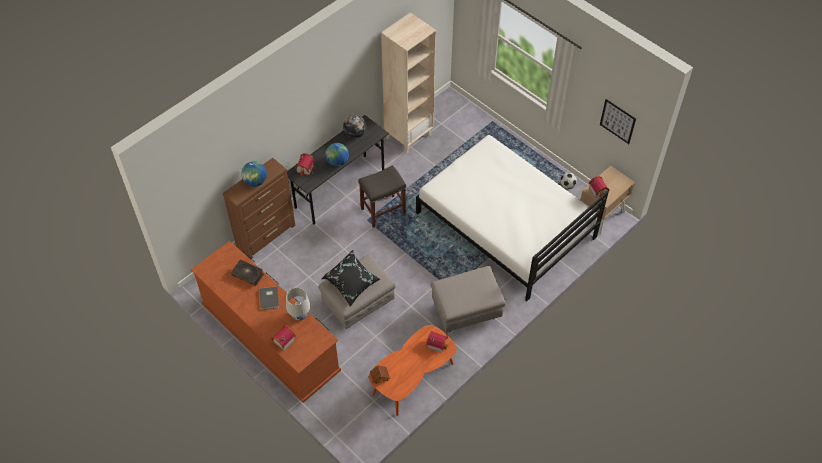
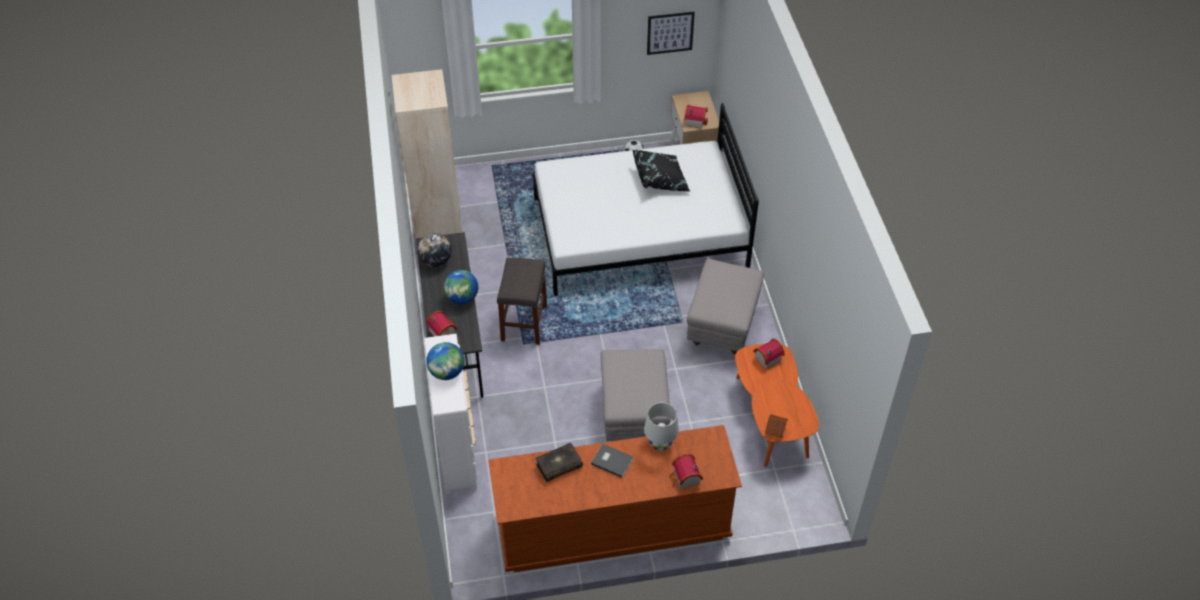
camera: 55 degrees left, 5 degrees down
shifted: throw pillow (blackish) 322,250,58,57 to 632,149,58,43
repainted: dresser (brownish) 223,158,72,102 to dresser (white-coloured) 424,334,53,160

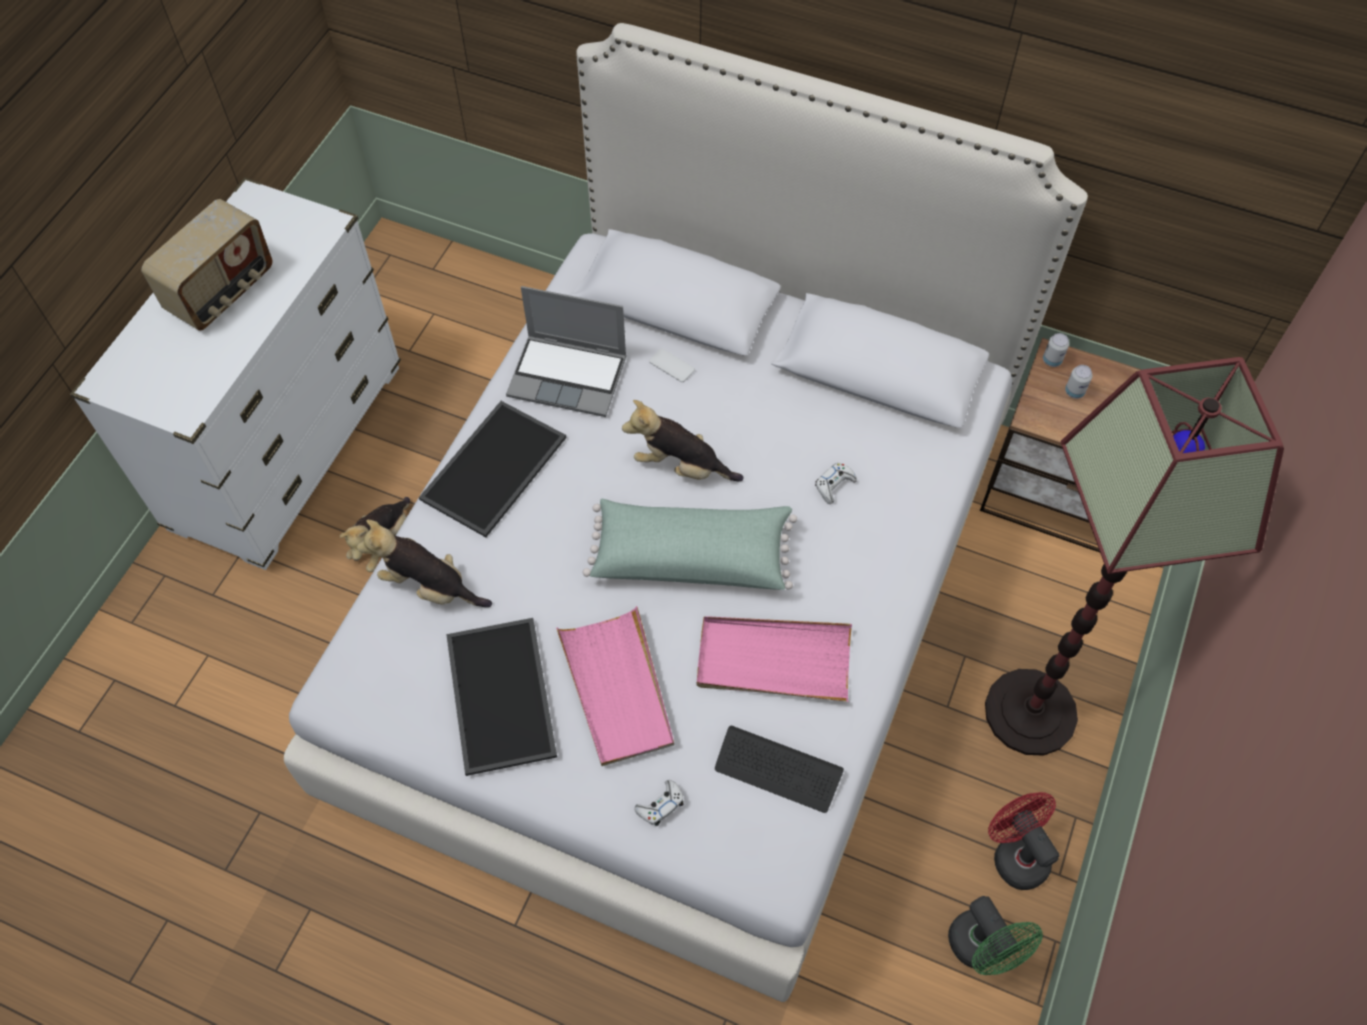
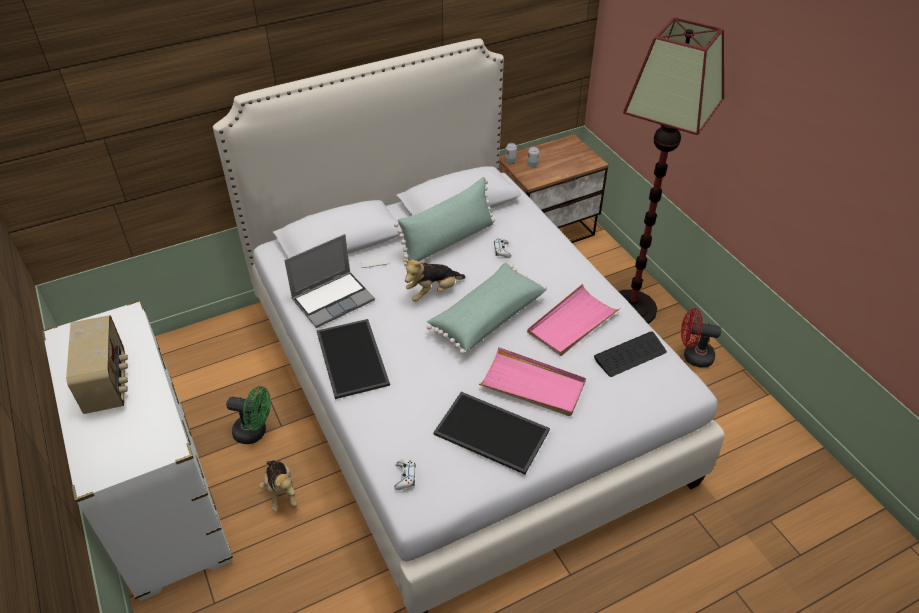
camera: 50 degrees left, 15 degrees down
gone: plush toy 357,520,135,87
new: throw pillow (greenish) 394,177,101,89
shifted: joypad (white-coloured) 634,780,50,46 to 394,459,22,31; fan (greenish) 948,896,95,79 to 226,386,45,58

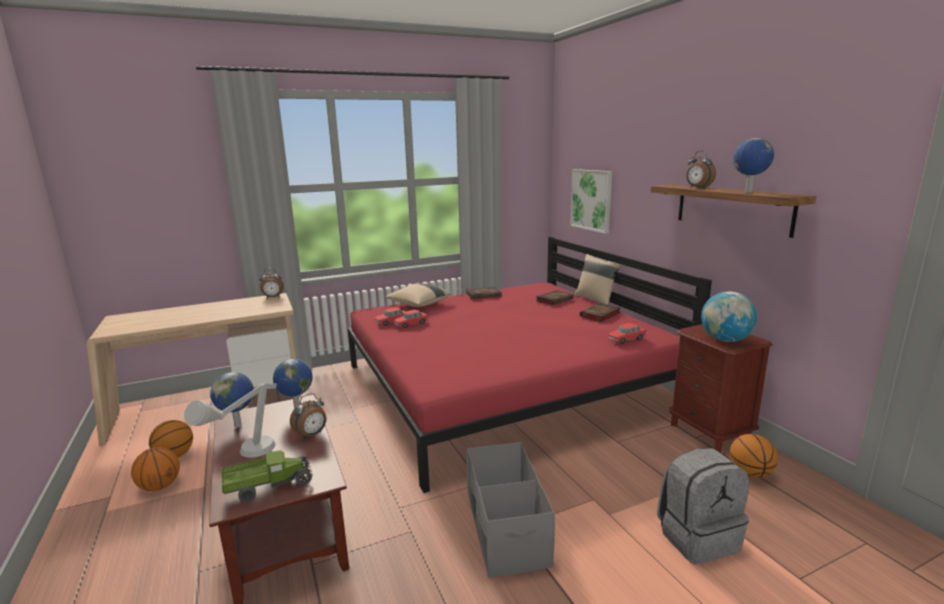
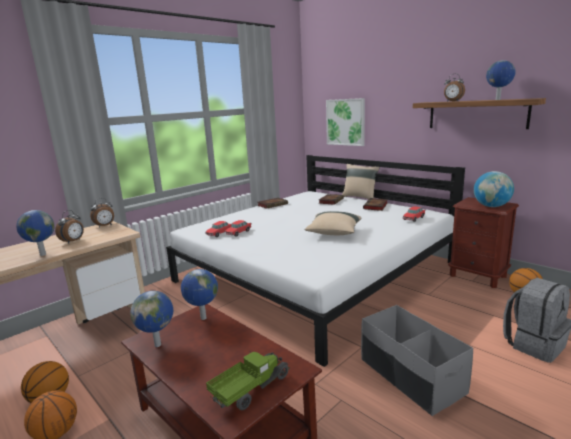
camera: 20 degrees left, 0 degrees up
gone: table lamp (greyish) 184,383,93,75
new: world globe 16,210,39,46
shifted: bedside clock 290,393,36,46 to 55,210,29,34; throw pillow (sand-coloured) 385,283,66,24 to 305,211,56,24
repainted: bedroom bed (red-coloured) 348,237,364,256 to bedroom bed (white-coloured) 166,155,299,212

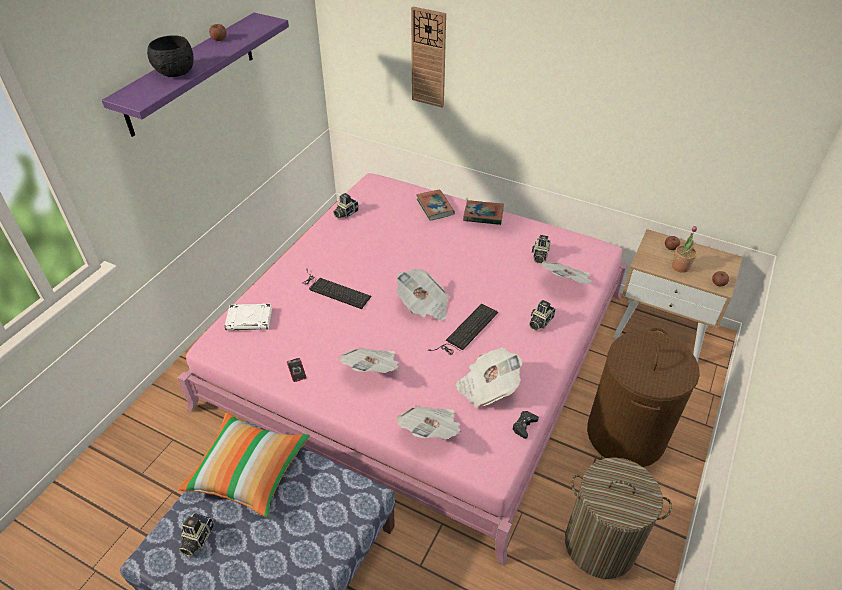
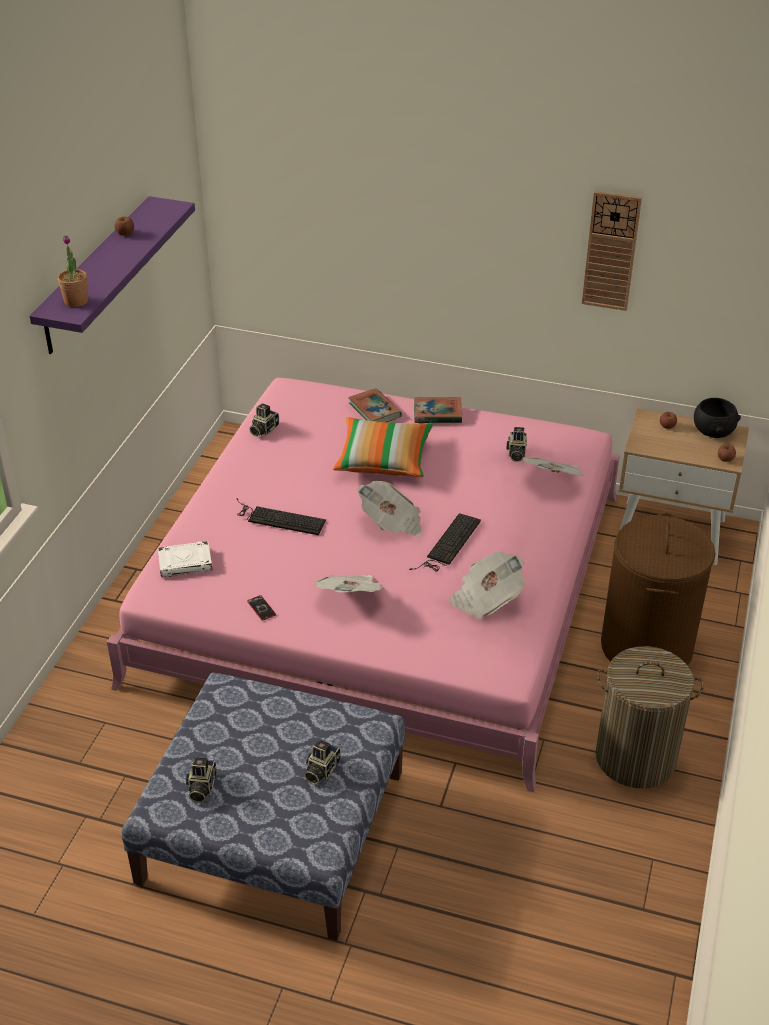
camera: 10 degrees left, 5 degrees down
gone: daily paper 397,405,64,34; joypad (blackish) 512,411,27,28
shifted: bowl (blackish) 147,35,47,42 to 694,398,47,40; throw pillow 178,413,132,104 to 333,417,100,60; hanging clock 411,6,35,102 to 582,191,60,120; photo camera 529,300,27,31 to 304,739,37,45; houseplant 672,226,25,47 to 58,235,30,72

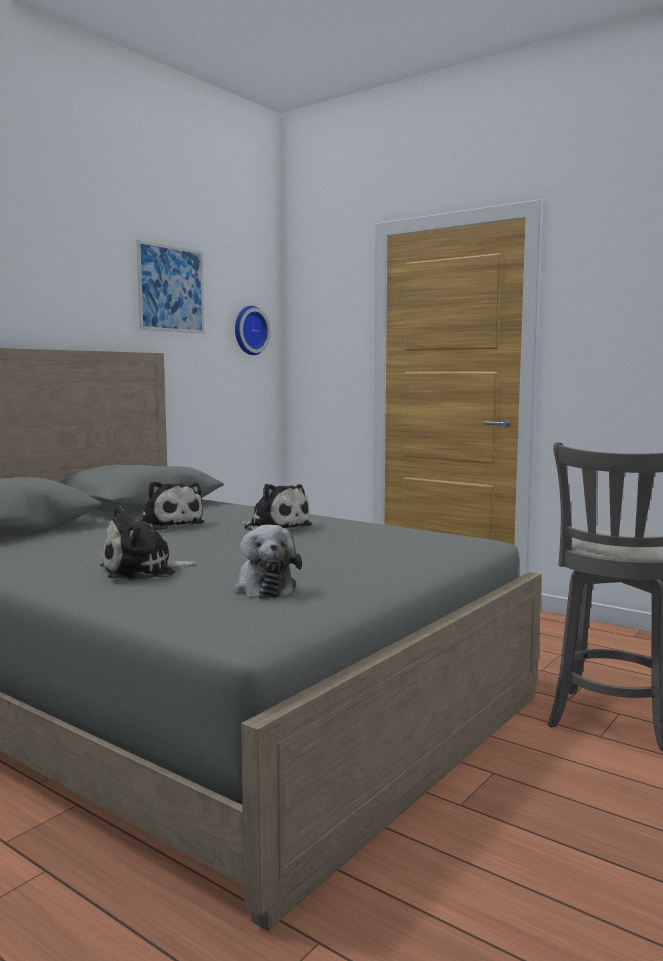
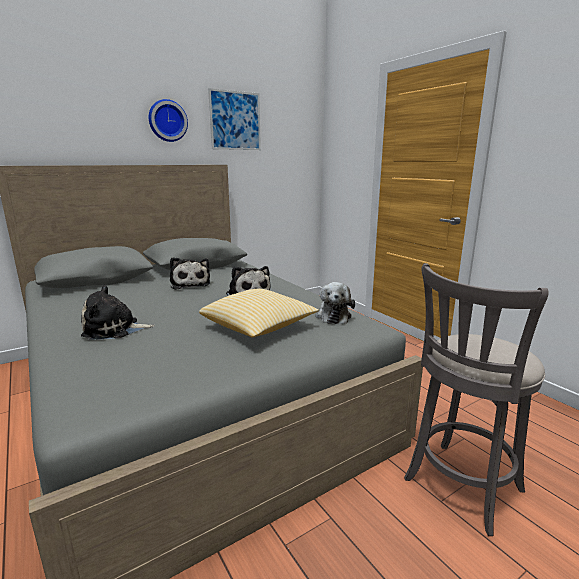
camera: 20 degrees right, 10 degrees up
new: throw pillow 199,289,120,48
shifted: plush toy 234,525,68,74 to 315,282,40,42; hanging clock 235,306,36,49 to 149,99,39,43

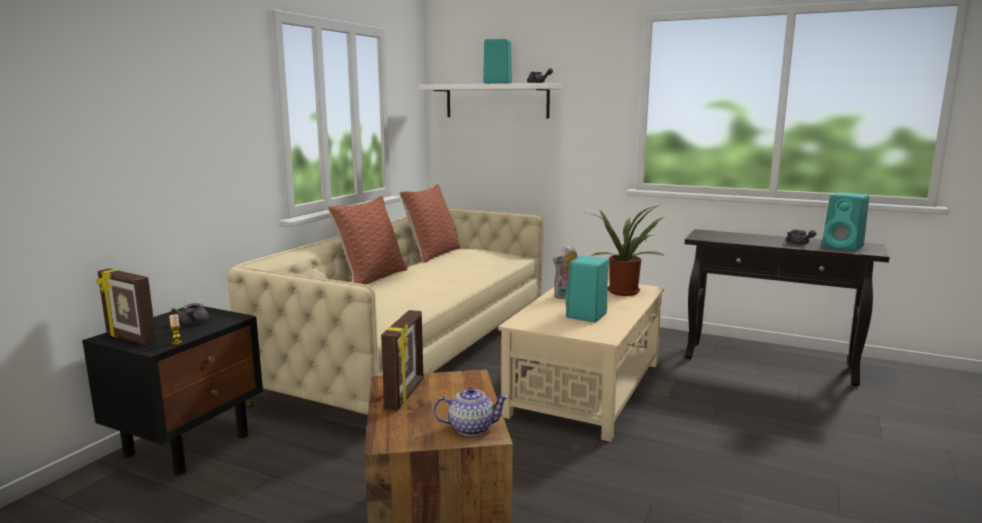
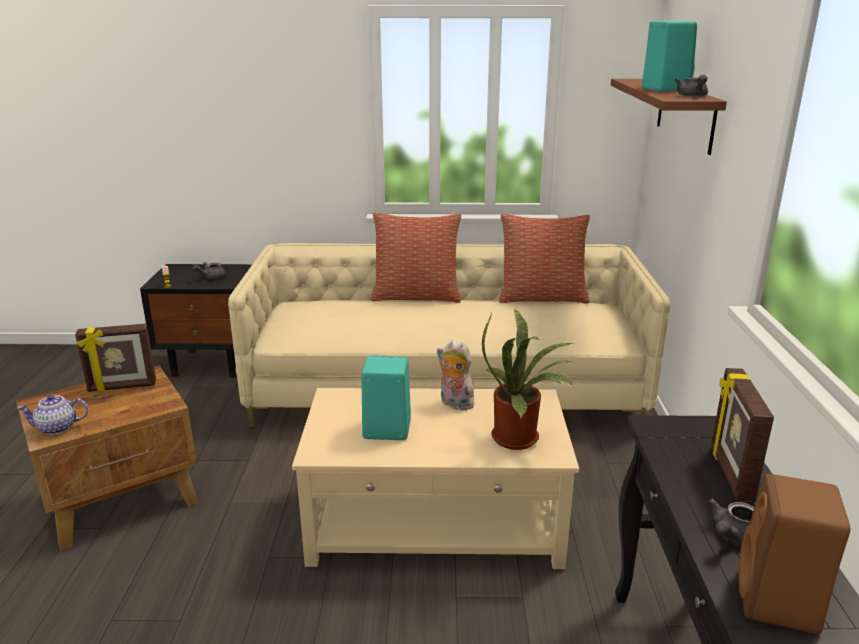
camera: 65 degrees right, 10 degrees up
shifted: picture frame 96,268,61,77 to 711,368,63,134
repainted: wall shelf (white-coloured) 419,83,143,35 to wall shelf (brownish) 611,79,116,76; loudspeaker (turquoise) 822,192,47,59 to loudspeaker (brownish) 738,474,113,160
rotated: teapot 433,387,76,49 = 17,395,71,40 105 degrees clockwise

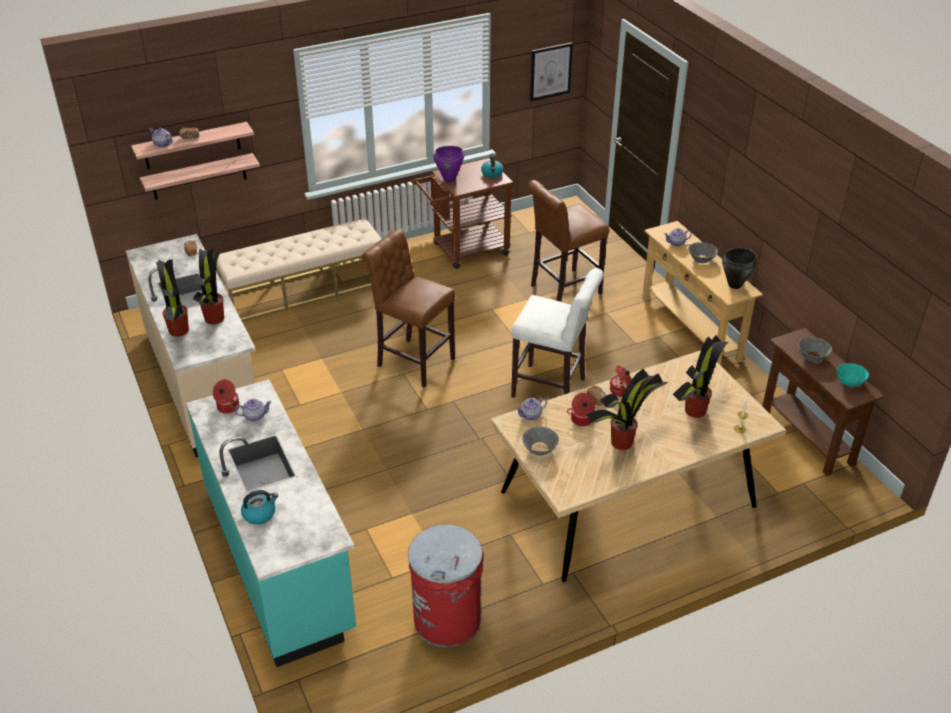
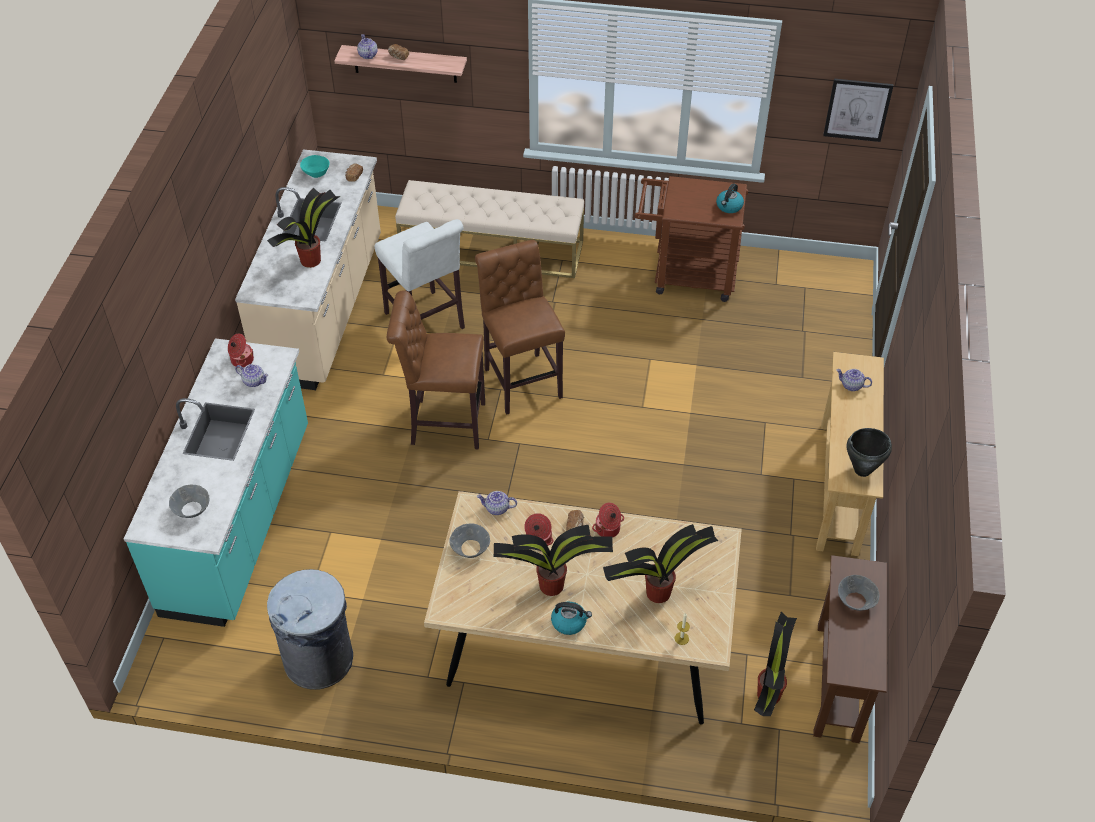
camera: 35 degrees right, 10 degrees up
gone: wall shelf 140,153,120,47; cooking pot (purple) 434,146,30,36
shifted: houseplant 156,259,33,78 to 754,612,43,104; tea kettle 241,490,37,35 to 551,602,41,33; stool seat (white-coloured) 511,268,92,130 to 374,219,91,110; stool seat (brownish) 528,180,81,122 to 387,291,98,158; bowl (greyish) 688,242,30,21 to 169,485,40,33; bowl (turquoise) 837,363,32,24 to 300,155,30,23
repainted: waste bin (red-coloured) 408,524,76,124 to waste bin (greyish) 267,569,86,121

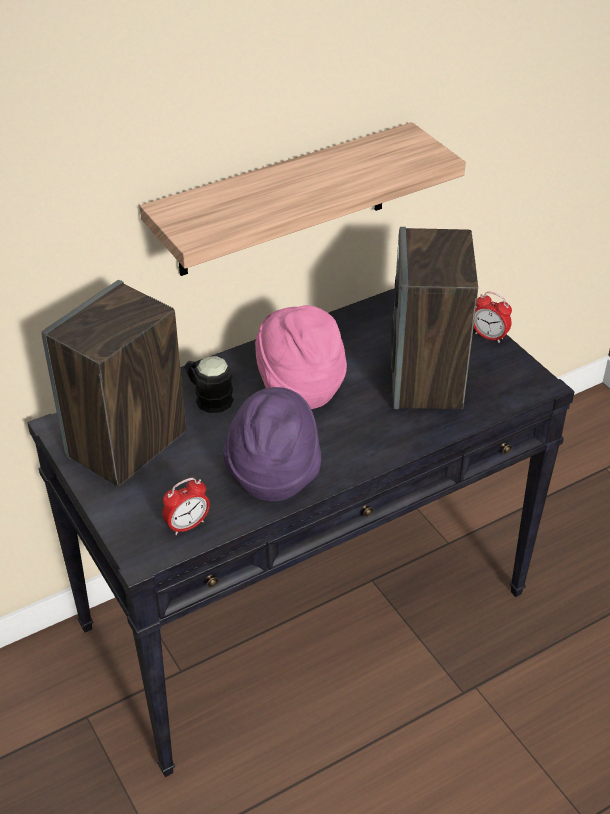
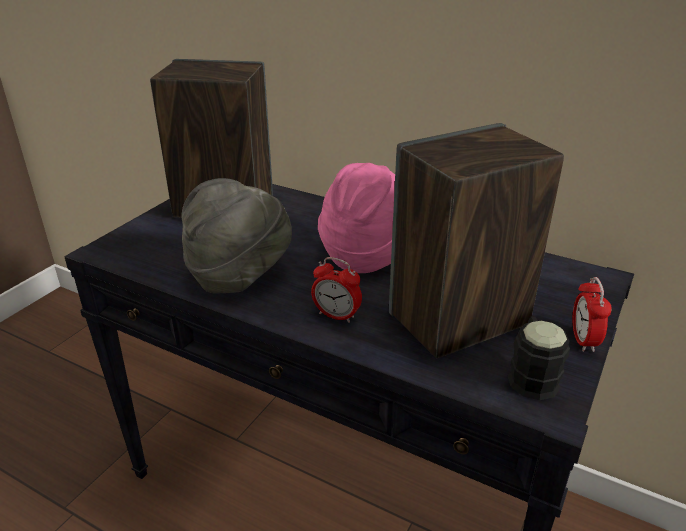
camera: 60 degrees right, 10 degrees down
gone: wall shelf 140,122,326,154
shifted: bedside clock 163,478,47,57 to 311,257,51,66; tea mug (blackish) 184,356,50,57 to 508,317,62,83
repainted: hat (purple) 223,387,98,114 to hat (greyish) 181,178,111,115

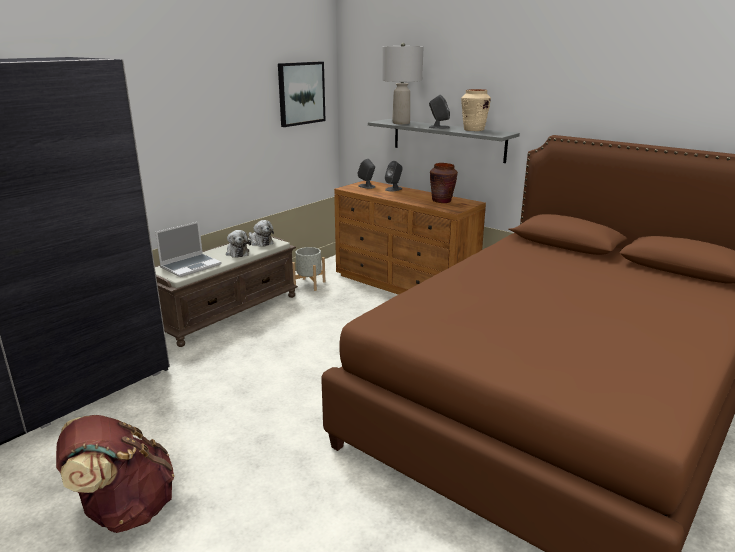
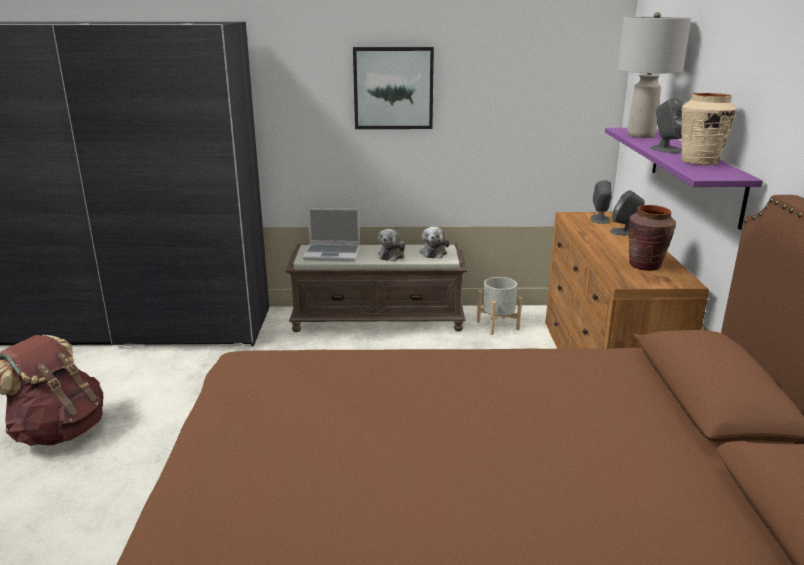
camera: 50 degrees right, 0 degrees up
shifted: wall picture 278,61,48,66 to 353,47,81,82
repainted: wall shelf (greyish) 368,119,152,44 to wall shelf (purple) 605,128,158,102

